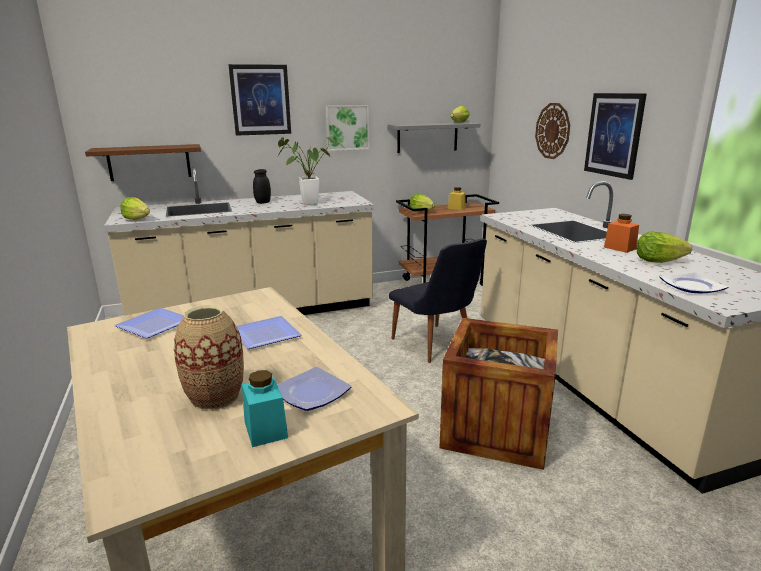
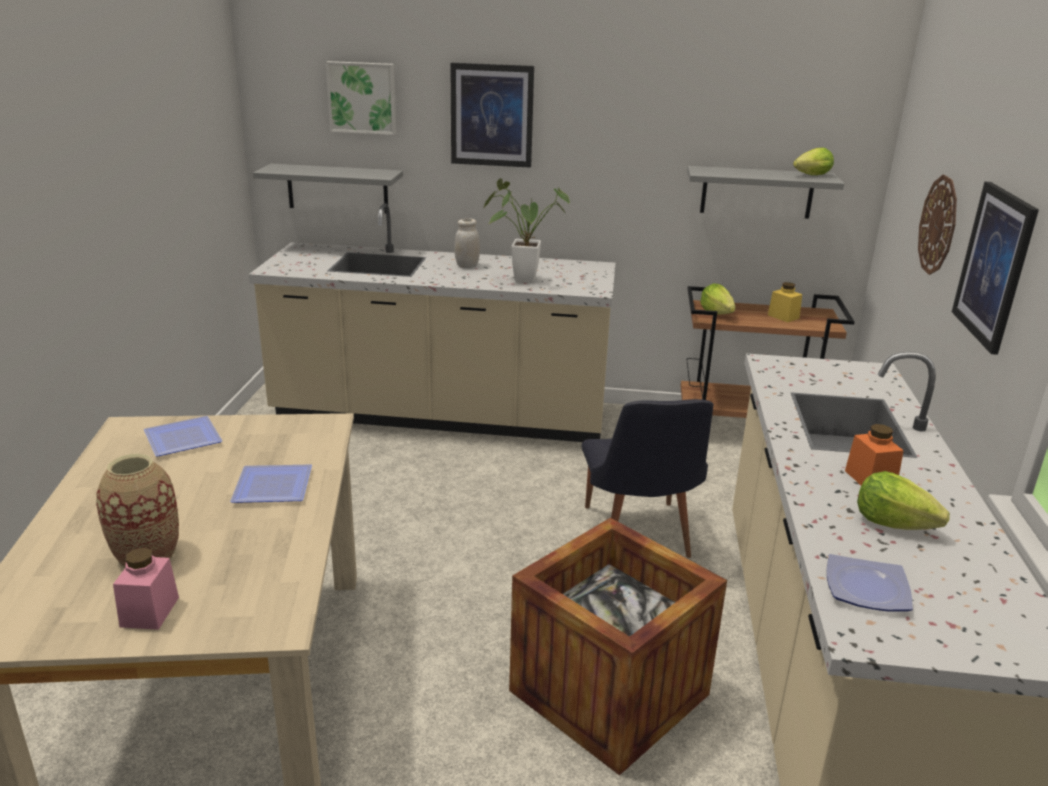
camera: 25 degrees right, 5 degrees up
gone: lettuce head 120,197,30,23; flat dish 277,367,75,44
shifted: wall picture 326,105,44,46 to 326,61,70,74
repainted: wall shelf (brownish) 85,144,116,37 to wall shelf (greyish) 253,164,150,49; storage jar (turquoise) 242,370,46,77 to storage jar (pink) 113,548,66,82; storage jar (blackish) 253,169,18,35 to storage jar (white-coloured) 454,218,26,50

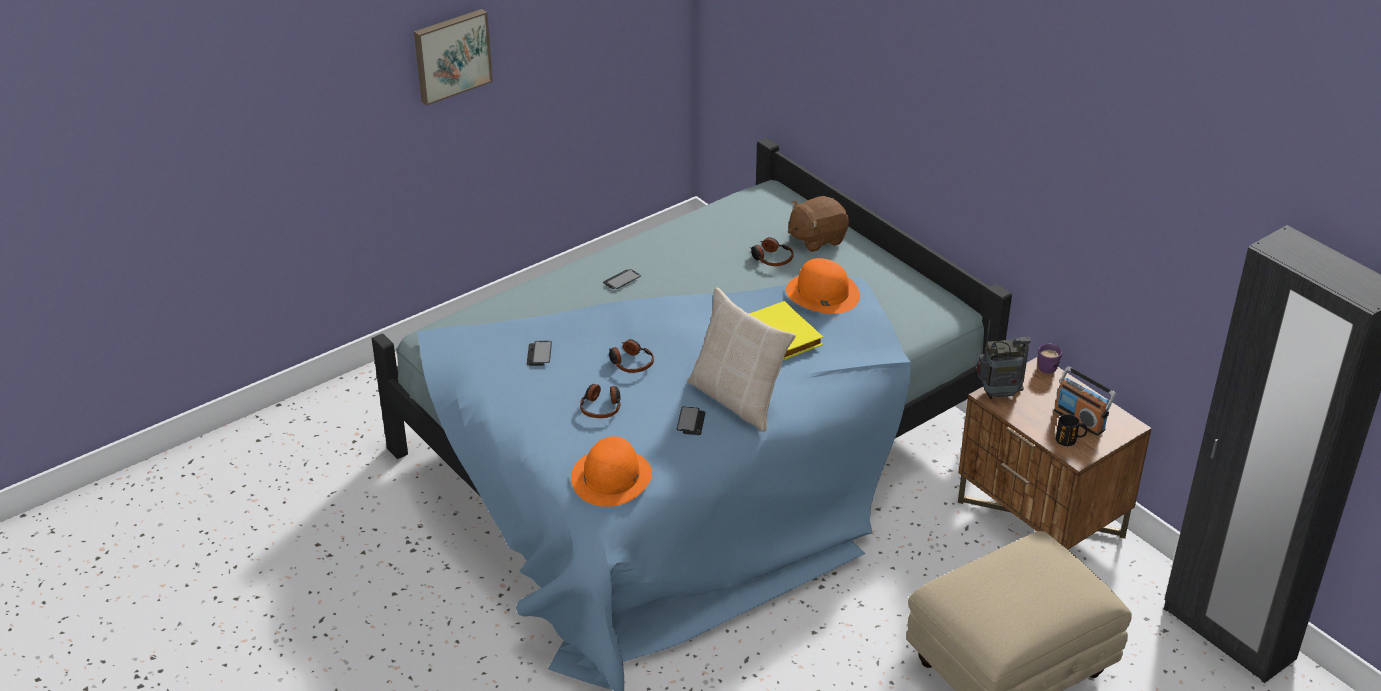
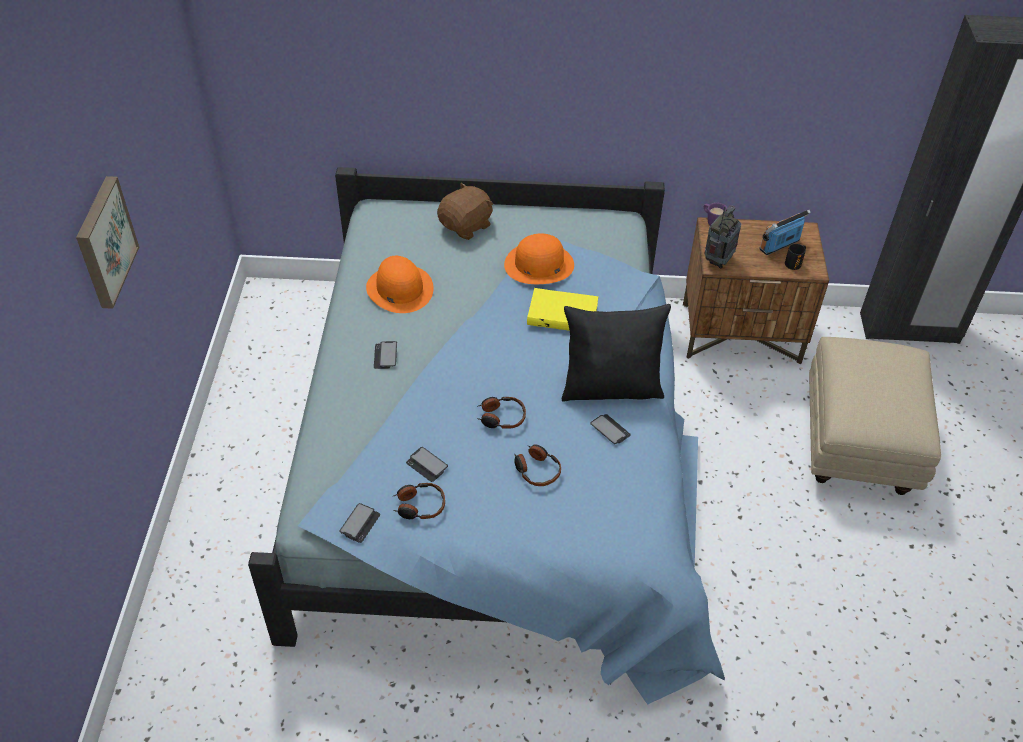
camera: 50 degrees left, 10 degrees up
new: telephone 339,503,41,40
shifted: hat (orangey) 571,436,81,71 to 366,256,68,57; pair of headphones 750,237,44,29 to 393,483,52,36
repainted: throw pillow (sand-coloured) 688,288,108,144 to throw pillow (blackish) 562,304,109,98
rotated: plush toy (brownish) 788,196,61,56 = 437,183,56,57 150 degrees counterclockwise; radio receiver 1054,366,62,70 = 759,210,52,45 150 degrees clockwise

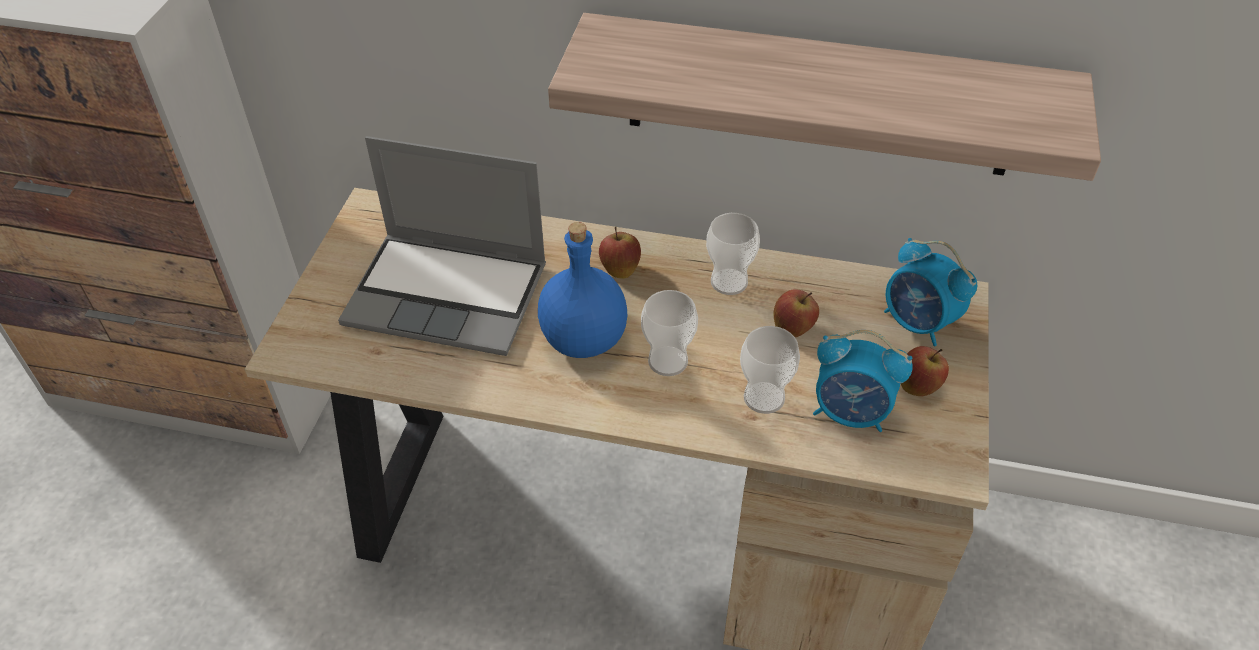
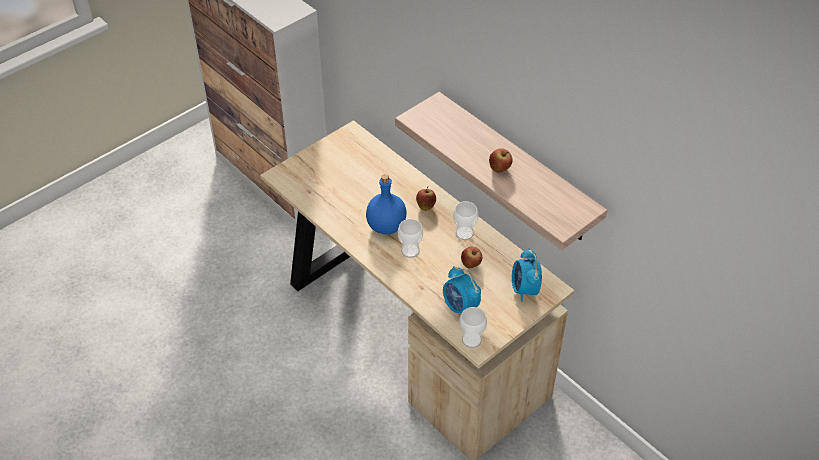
camera: 35 degrees right, 0 degrees up
gone: laptop 338,136,208,220
shifted: drinking cup 740,326,60,88 to 459,307,28,41; apple fruit 901,346,48,50 to 489,148,23,25

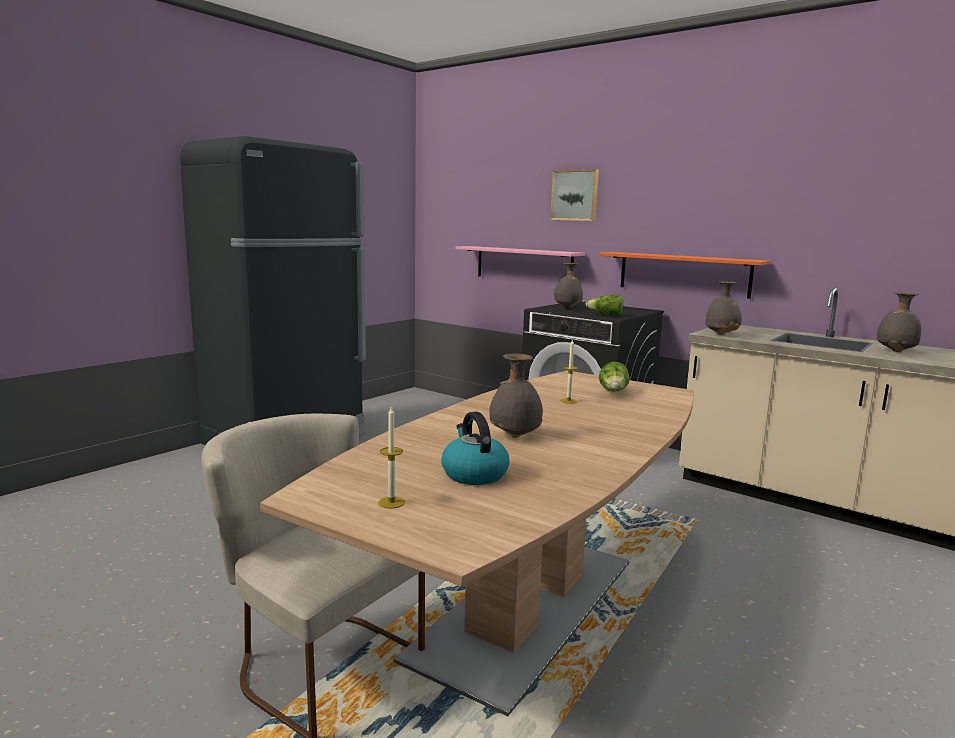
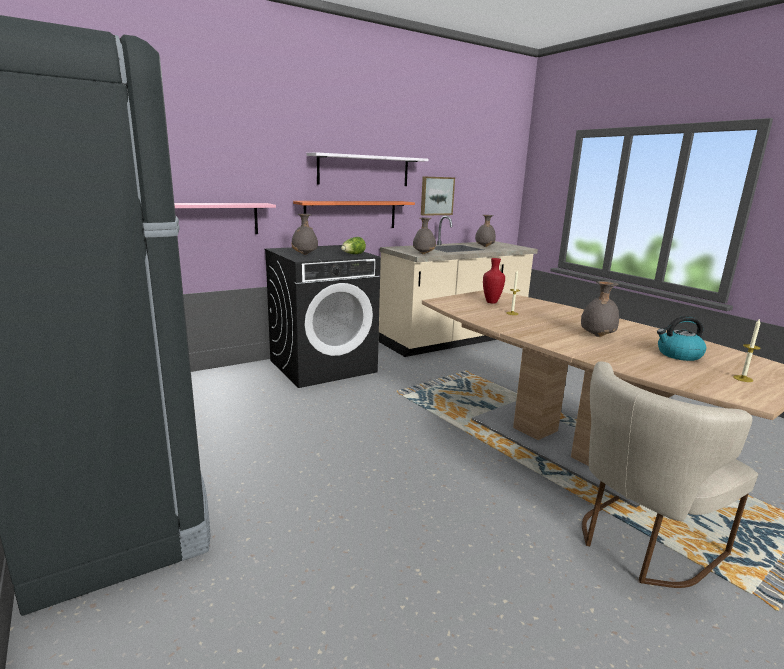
camera: 70 degrees left, 5 degrees up
new: wall shelf (white-coloured) 306,152,122,34
shifted: wall picture 550,169,49,52 to 421,176,34,40
swapped: lettuce head 599,362,31,30 to flower vase (red-coloured) 483,258,22,45

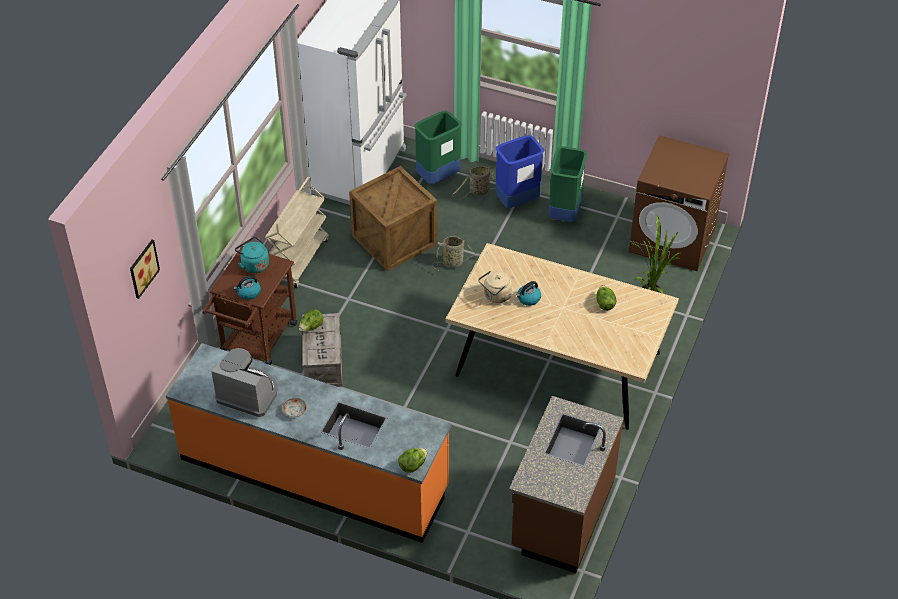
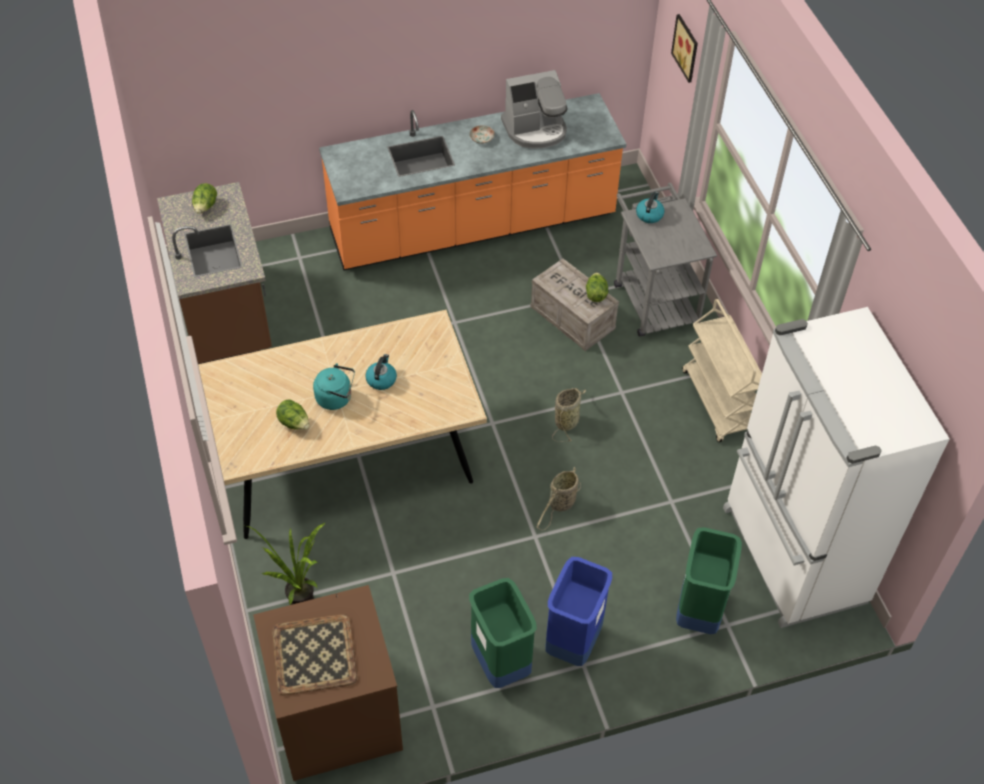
camera: 140 degrees right, 5 degrees up
gone: packing crate 349,166,89,105; tea kettle (sand-coloured) 478,271,34,32
new: tray 272,614,86,81
shifted: tea kettle (turquoise) 235,237,34,36 to 313,363,42,47; lettuce head 398,448,30,25 to 192,183,25,31; basket 452,166,44,33 to 552,388,34,54
repainted: trolley (brownish) 202,246,95,119 to trolley (greyish) 614,183,103,153

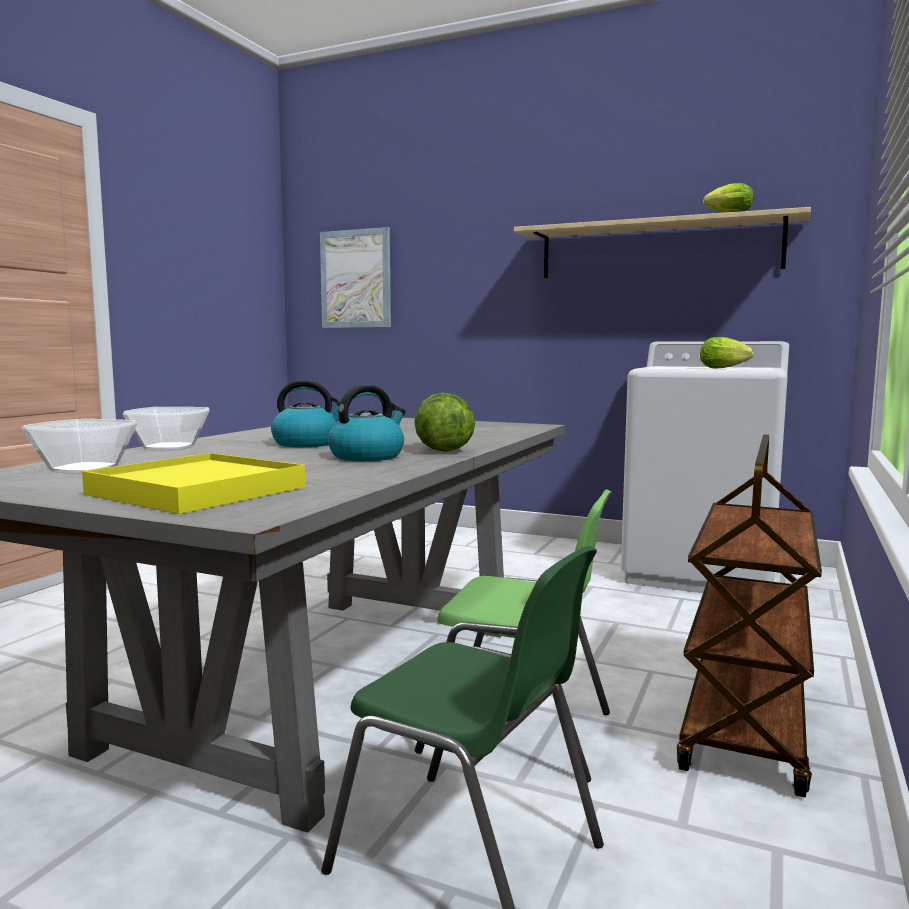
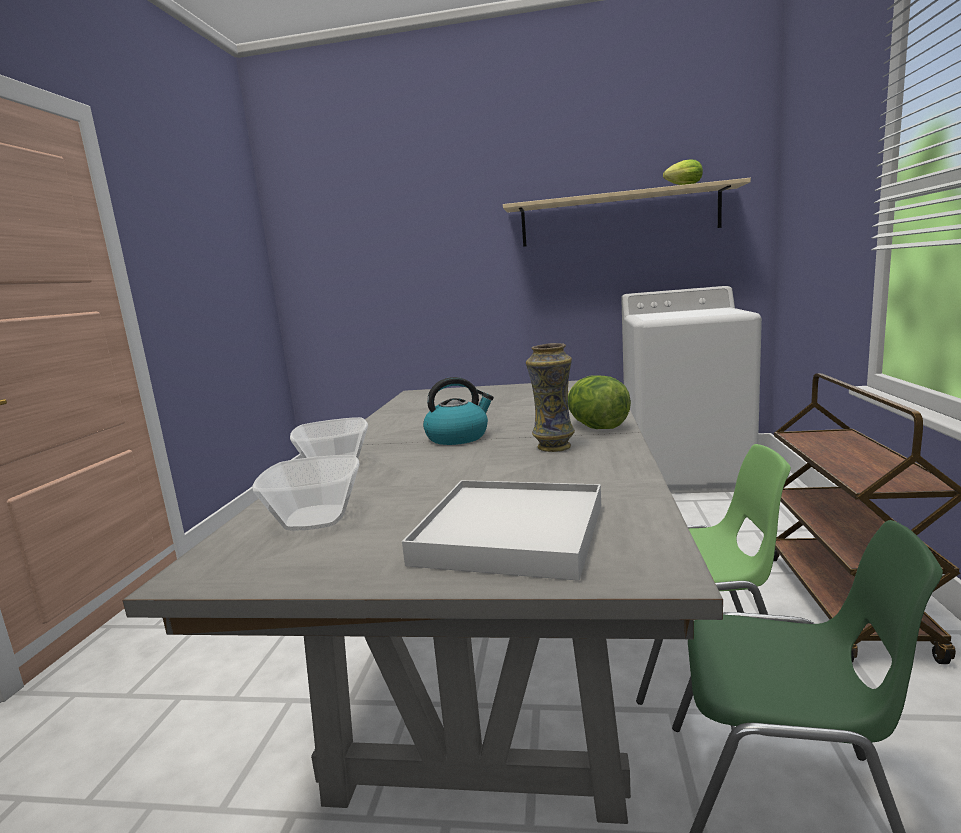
camera: 15 degrees left, 5 degrees up
gone: wall picture 320,227,71,101; lettuce head 700,337,54,32
swapped: tea kettle 328,385,78,76 to flower vase 526,343,49,109
repainted: tray (yellow-coloured) 82,453,223,61 to tray (white-coloured) 402,480,199,101

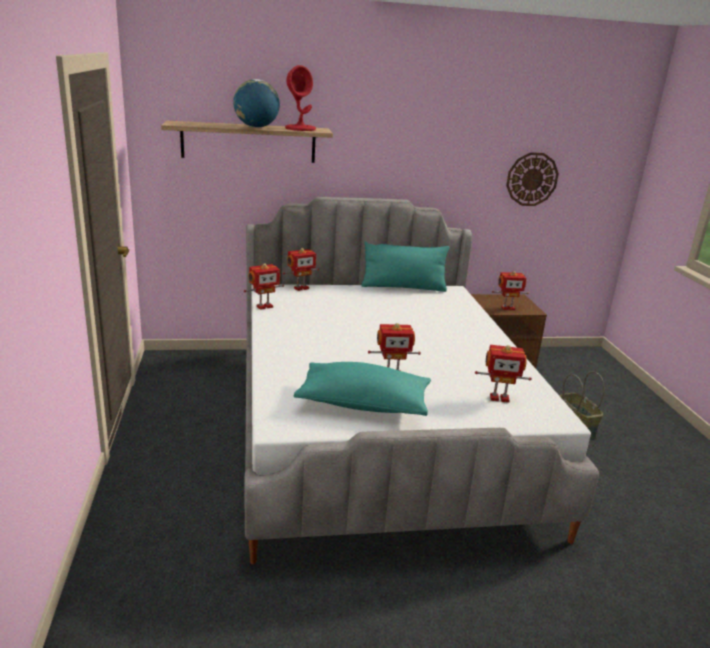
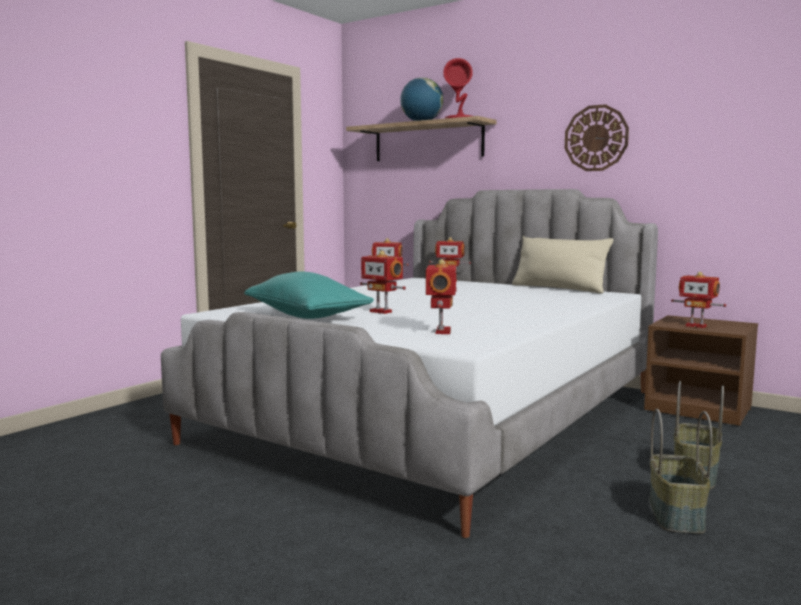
camera: 45 degrees right, 15 degrees down
new: basket 650,409,63,125
shifted: hanging clock 506,152,53,54 to 565,104,64,67
repainted: throw pillow (turquoise) 361,241,88,51 to throw pillow (sand-coloured) 512,235,101,59
rotated: robot figure 475,345,57,58 = 426,259,31,75 135 degrees counterclockwise

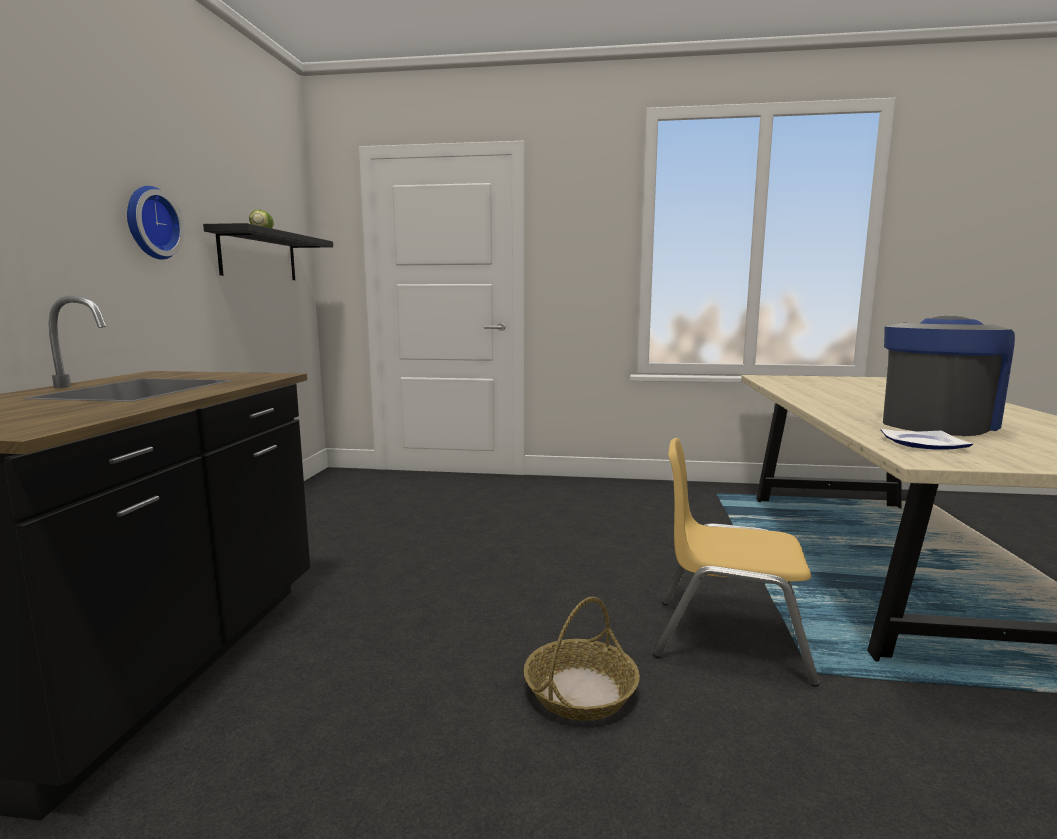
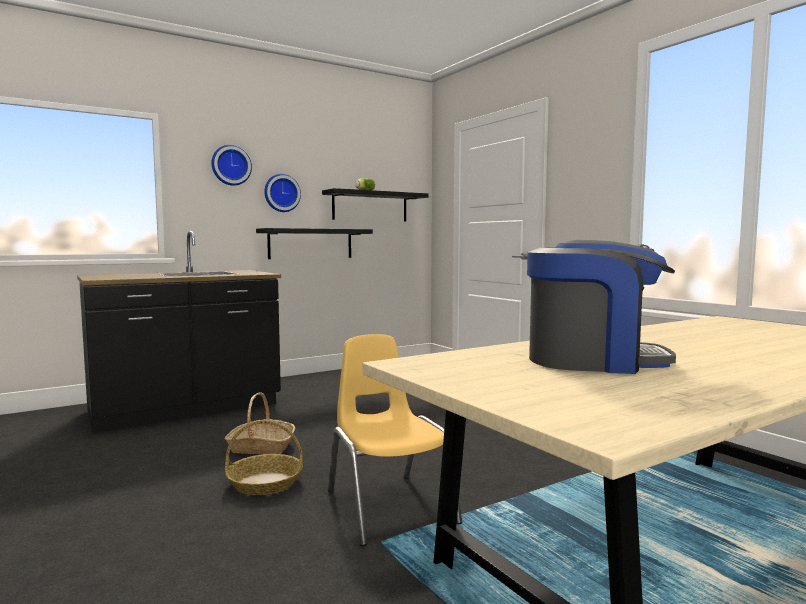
camera: 50 degrees right, 5 degrees down
gone: flat dish 881,429,92,21
new: hanging clock 211,145,41,41; basket 225,392,70,62; wall shelf (blackish) 256,228,117,31

